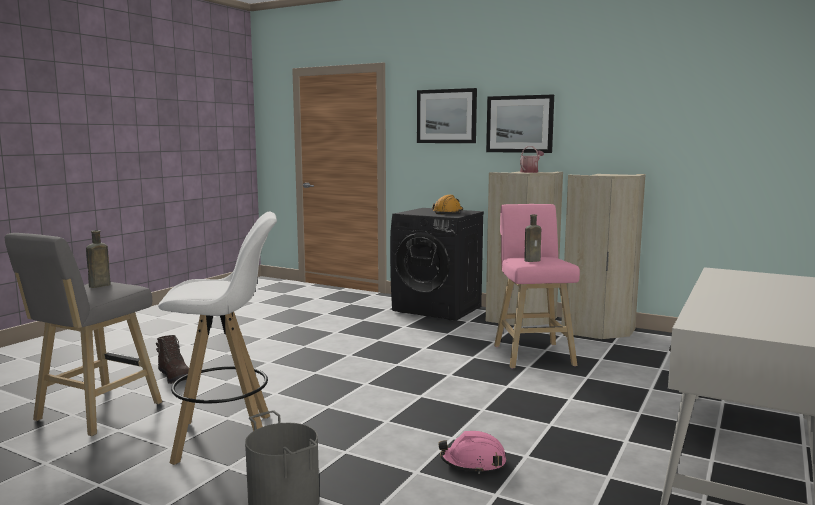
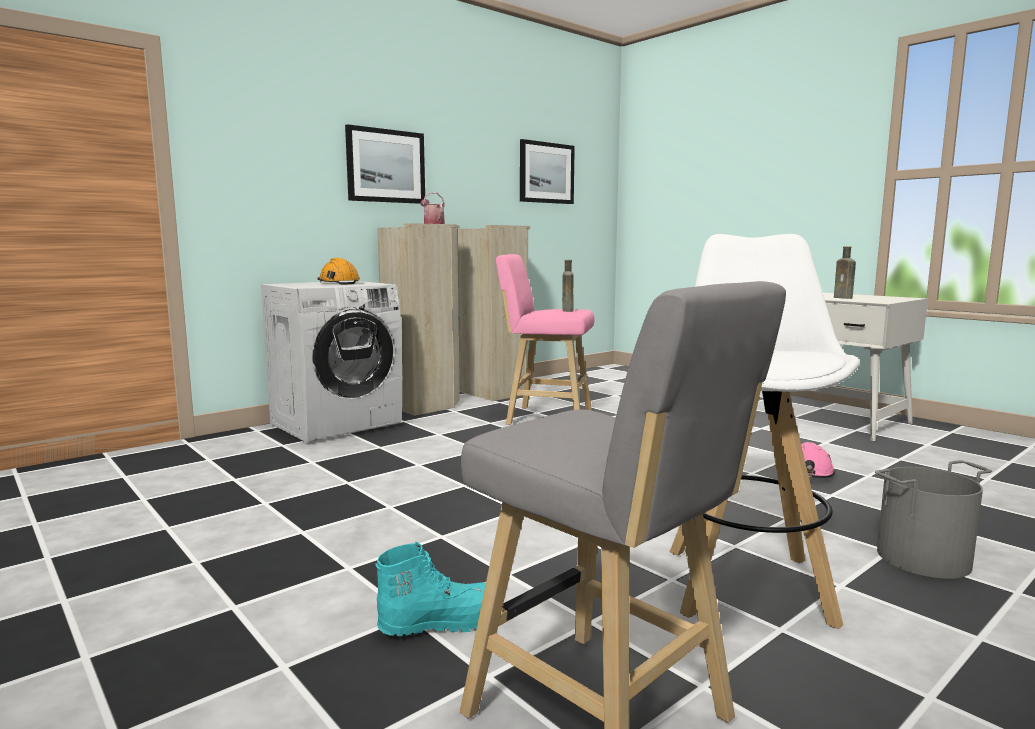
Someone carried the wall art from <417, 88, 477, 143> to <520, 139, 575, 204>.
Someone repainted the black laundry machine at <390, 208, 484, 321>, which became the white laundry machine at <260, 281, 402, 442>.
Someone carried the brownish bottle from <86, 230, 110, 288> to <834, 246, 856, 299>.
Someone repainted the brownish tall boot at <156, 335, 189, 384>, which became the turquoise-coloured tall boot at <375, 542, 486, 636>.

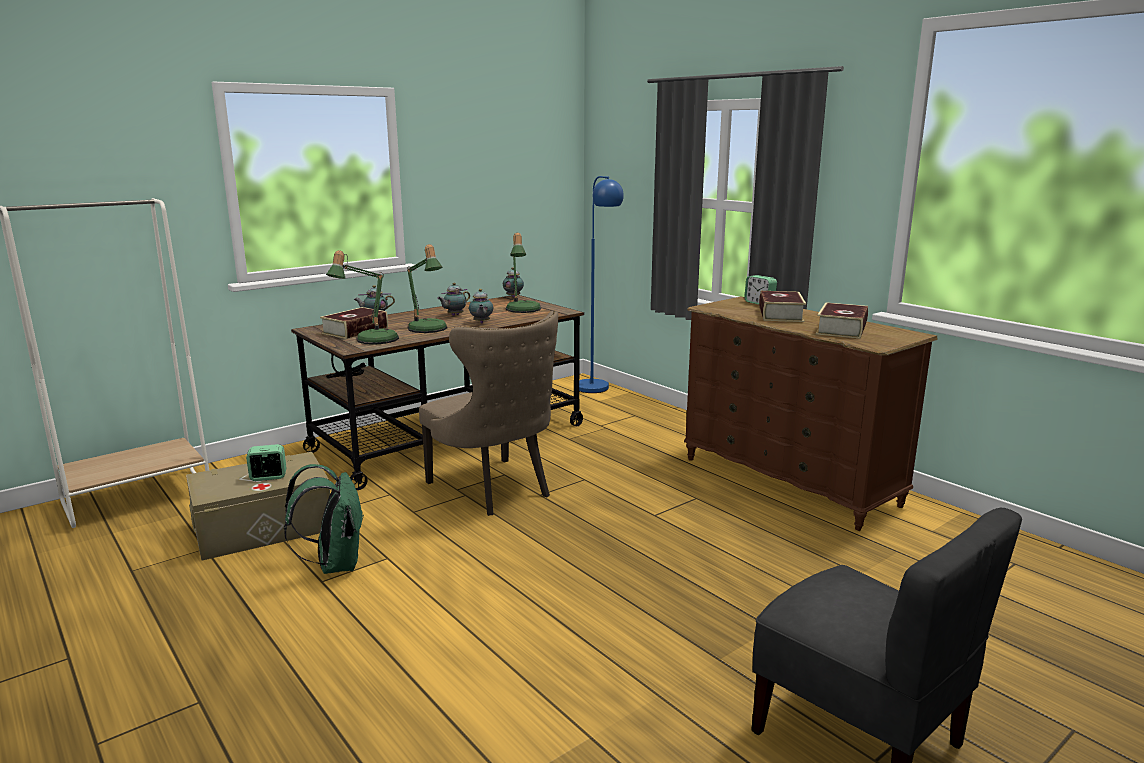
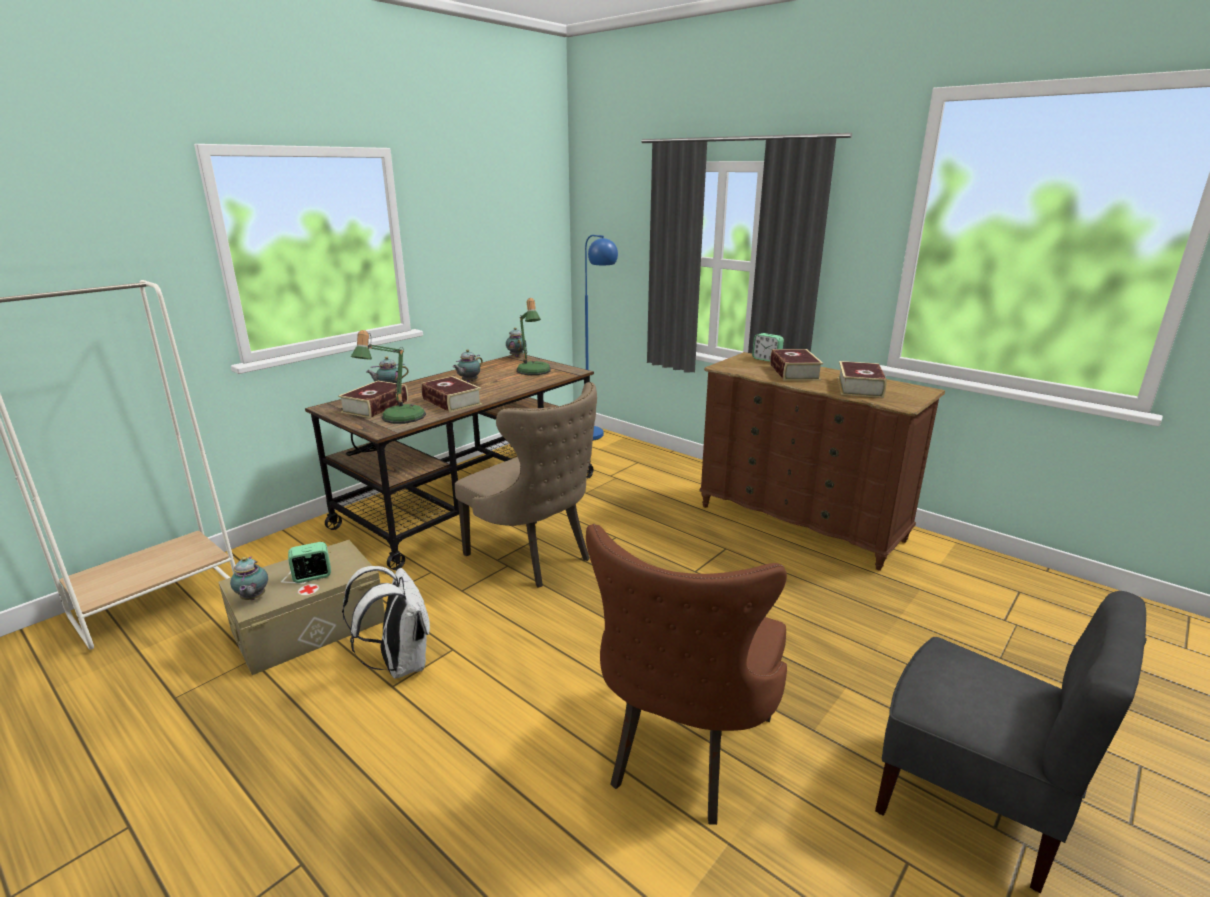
Someone swapped the lamp for a table at <407, 244, 447, 333> for the book at <421, 376, 482, 412>.
Someone carried the teapot from <469, 289, 493, 323> to <230, 557, 268, 600>.
Someone repainted the greenish backpack at <284, 464, 364, 574>, which became the white backpack at <342, 566, 430, 679>.
Someone put down the brownish plain chair at <586, 524, 787, 825>.

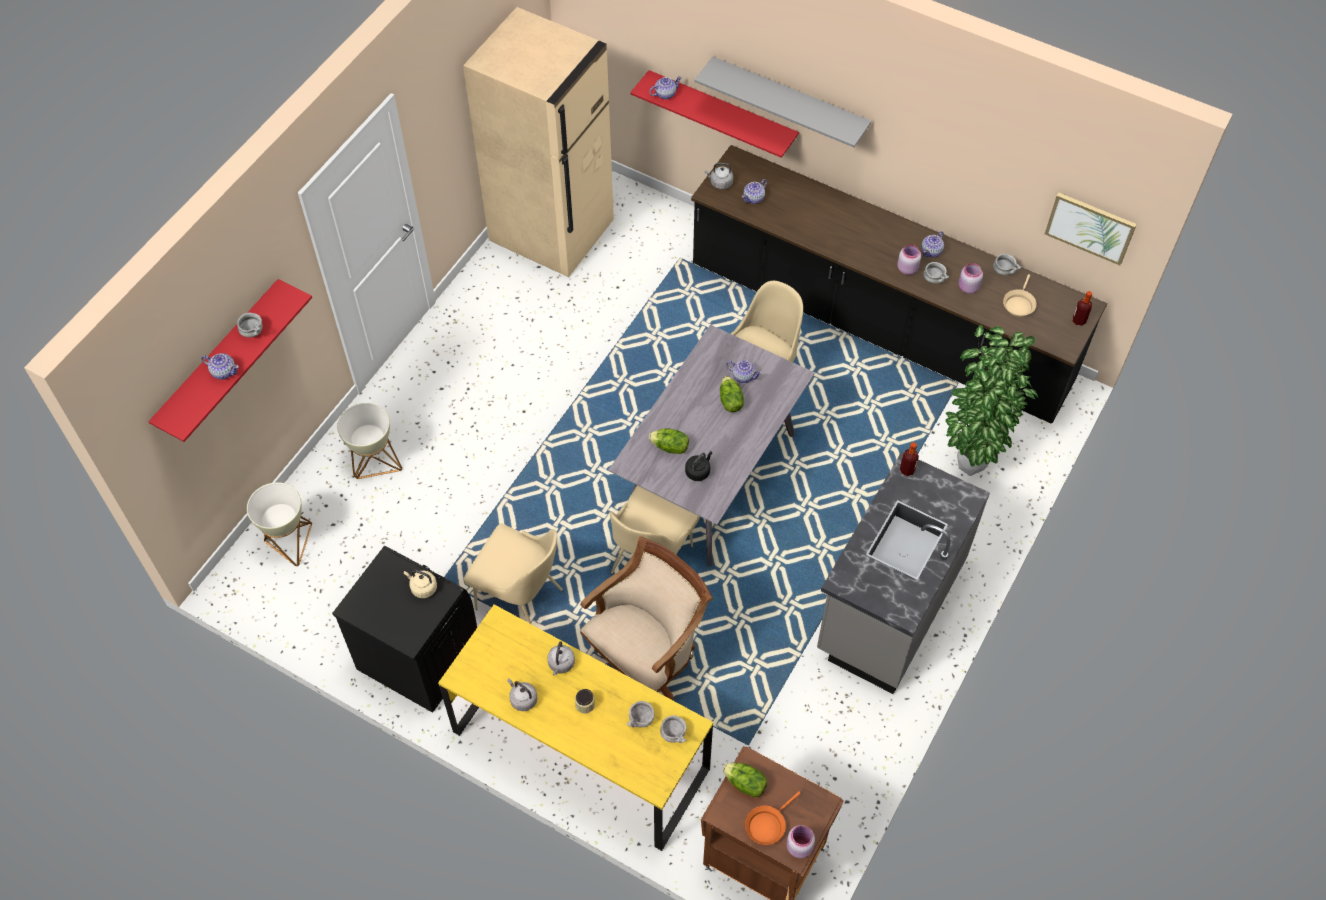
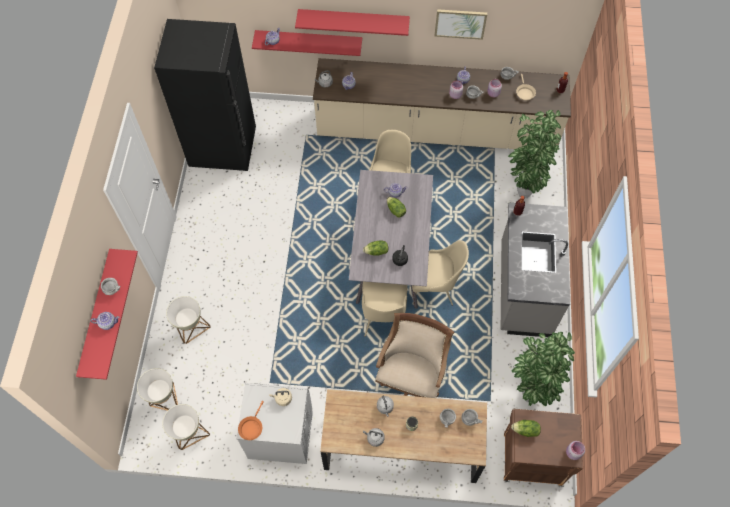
Someone repainted the sand-coloured fridge at <463, 7, 614, 277>, which became the black fridge at <154, 19, 256, 171>.
Someone repainted the grey shelf at <694, 57, 872, 147>, which became the red-coloured shelf at <295, 9, 410, 36>.
Someone repainted the black kitchen base unit at <691, 145, 1107, 424>, which became the sand-coloured kitchen base unit at <313, 58, 571, 149>.
Someone carried the wall art from <1045, 193, 1137, 265> to <434, 9, 487, 40>.
Someone carried the sand-coloured plain chair from <464, 523, 563, 624> to <412, 240, 469, 306>.
Someone repainted the black laundry machine at <332, 546, 477, 713>, which became the white laundry machine at <236, 383, 313, 464>.
Someone repainted the yellow desk unit at <438, 604, 713, 851>, which became the brownish desk unit at <320, 389, 487, 483>.
Someone carried the orange-coloured pan from <745, 791, 801, 845> to <238, 401, 264, 440>.
Someone put down the plant in a pot at <511, 332, 575, 406>.
Someone put down the flower pot at <162, 404, 210, 450>.

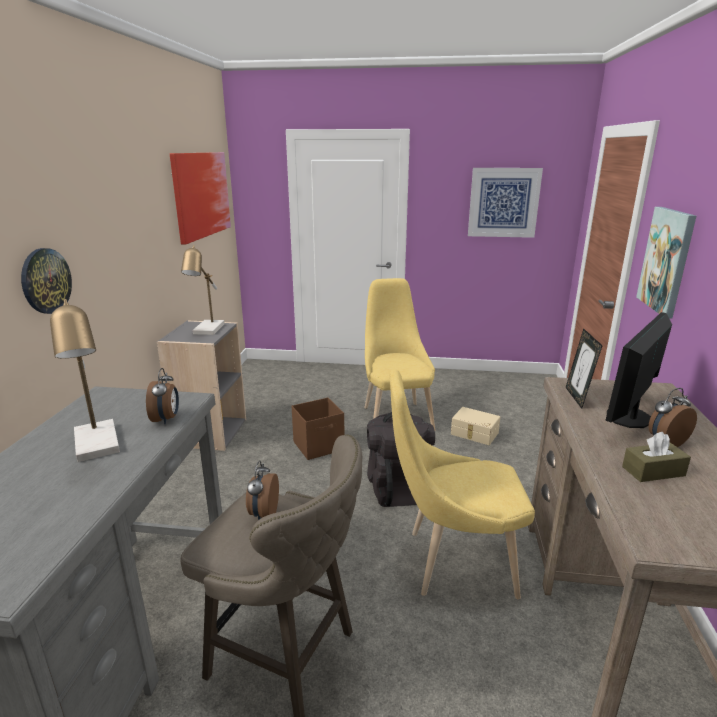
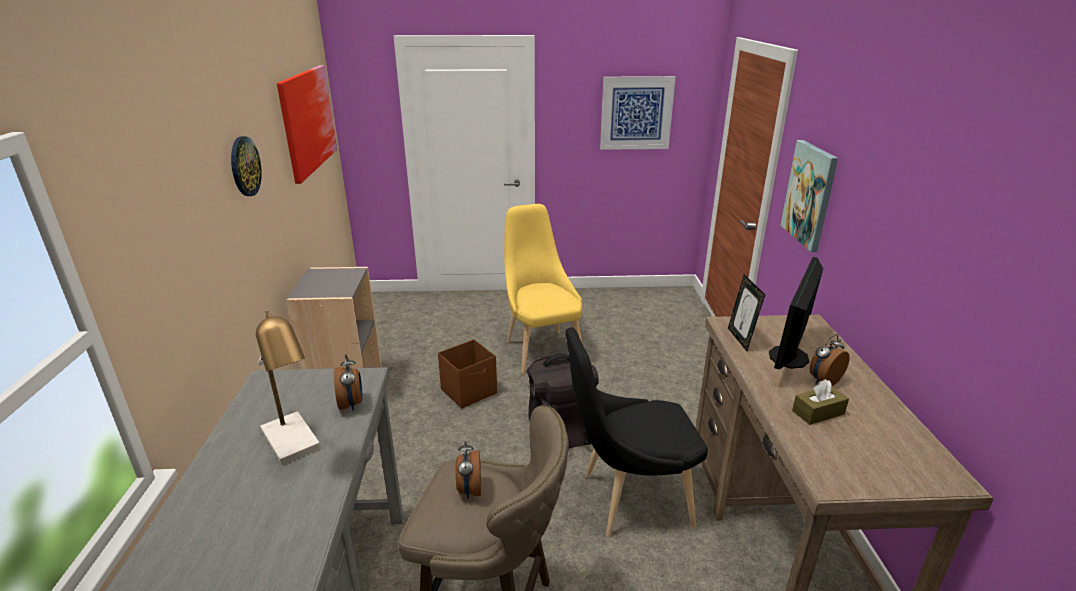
Someone took away the lamp for a table at <181, 245, 225, 335>.
Someone carried the hanging clock from <21, 248, 72, 314> to <231, 136, 262, 196>.
Someone repainted the yellow plain chair at <389, 369, 535, 599>, which became the black plain chair at <566, 327, 708, 537>.
Someone took away the sand-coloured storage bin at <451, 407, 500, 445>.

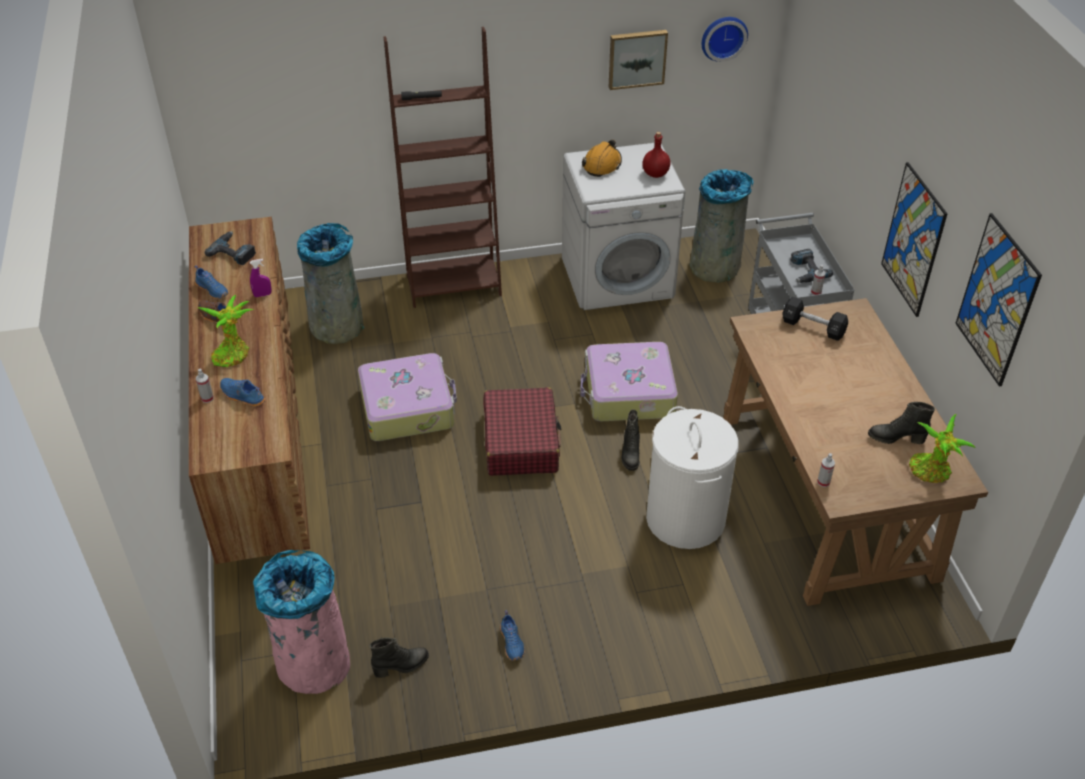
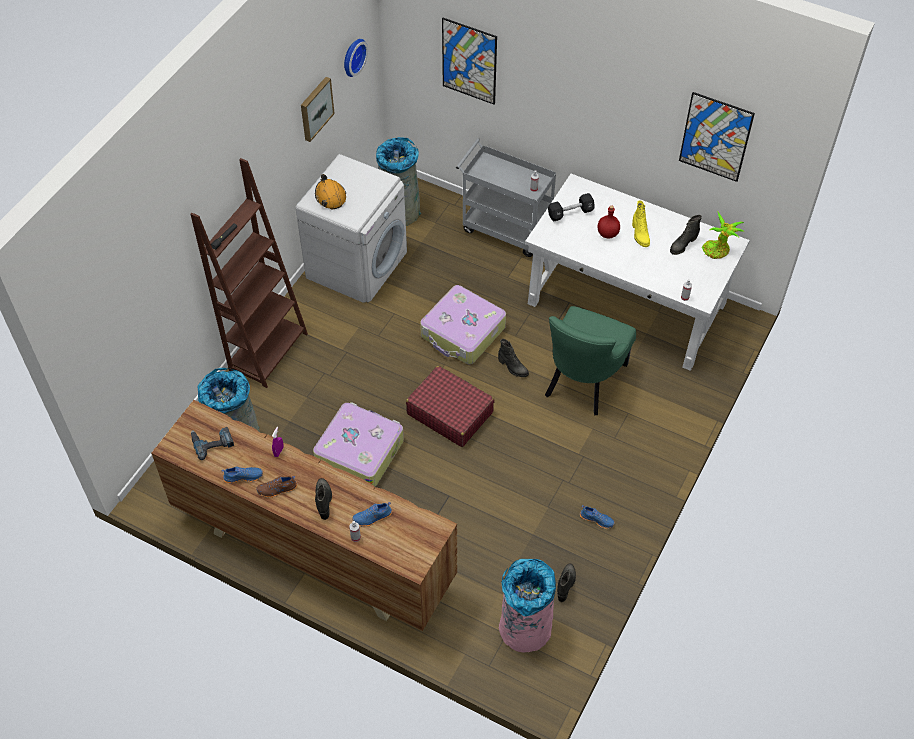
Someone carried the red-coloured bottle from <642, 132, 670, 178> to <598, 205, 620, 238>.
Someone carried the wall art from <881, 162, 947, 317> to <442, 18, 497, 105>.
Someone took away the power drill at <790, 249, 833, 283>.
Someone swapped the plant in a pot at <197, 295, 254, 367> for the black tall boot at <315, 478, 332, 520>.
Someone repainted the brownish desk unit at <723, 298, 988, 606>, which became the white desk unit at <525, 174, 750, 371>.
Someone swapped the white washing basket at <646, 406, 738, 549> for the greenish plain chair at <545, 306, 636, 415>.
Someone put down the yellow tall boot at <632, 200, 650, 247>.

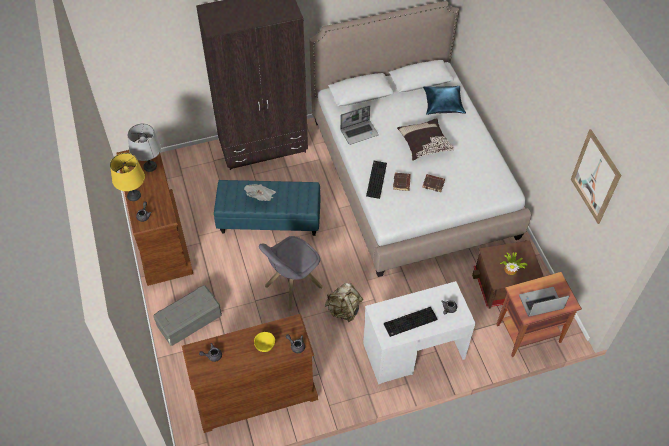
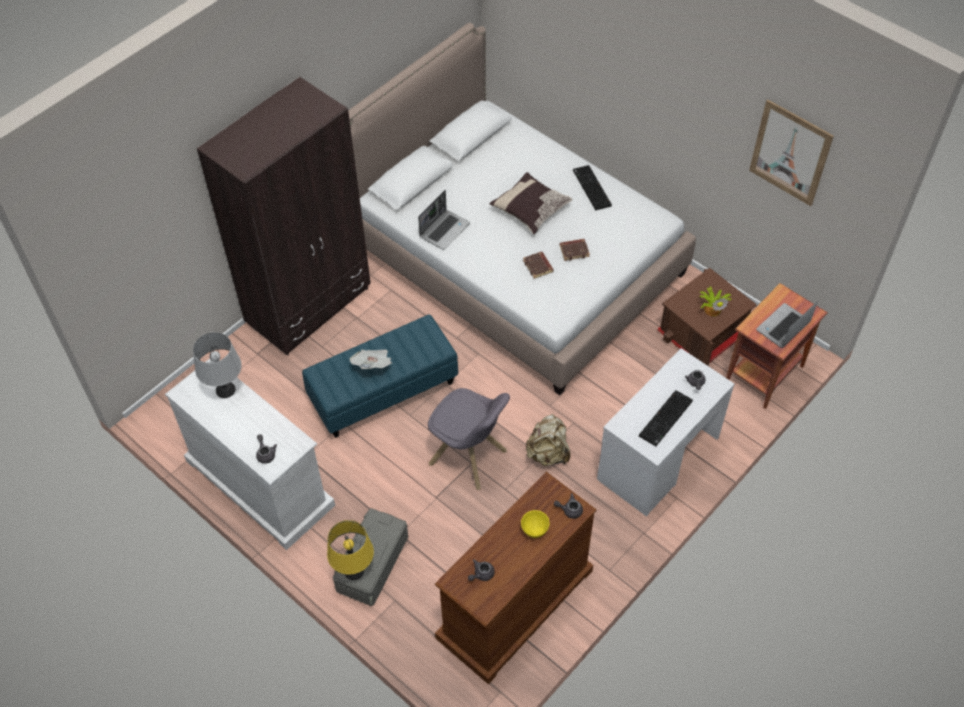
Someone took away the blue cushion at <423, 86, 466, 115>.
Someone repainted the brownish dresser at <116, 150, 193, 286>, which became the white dresser at <165, 359, 335, 550>.
Someone carried the yellow lamp for a table from <110, 153, 145, 201> to <327, 520, 374, 580>.
Someone carried the keyboard from <366, 161, 387, 199> to <573, 165, 612, 210>.
Someone rotated the grey plain chair at <259, 236, 322, 311> by 75 degrees counterclockwise.

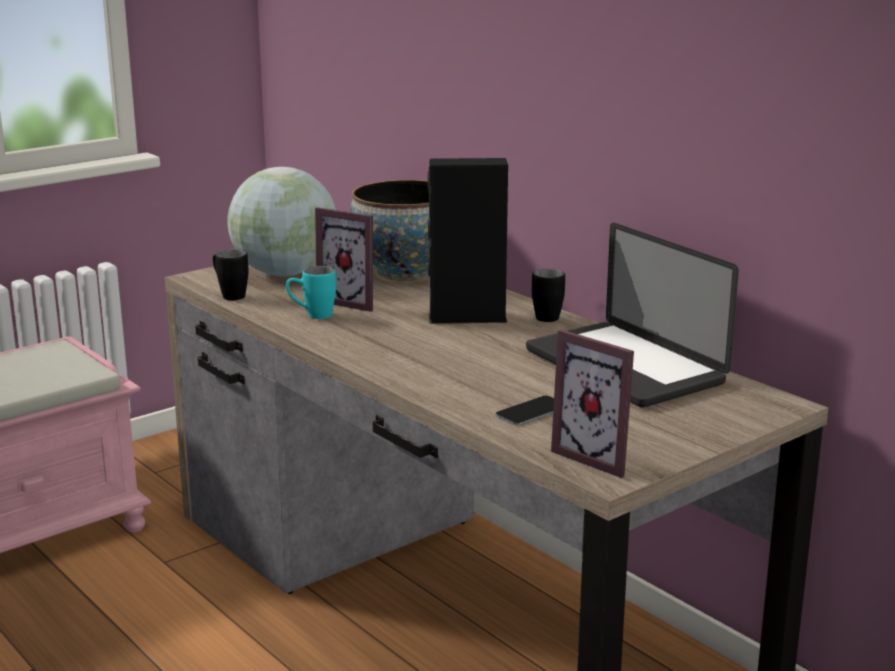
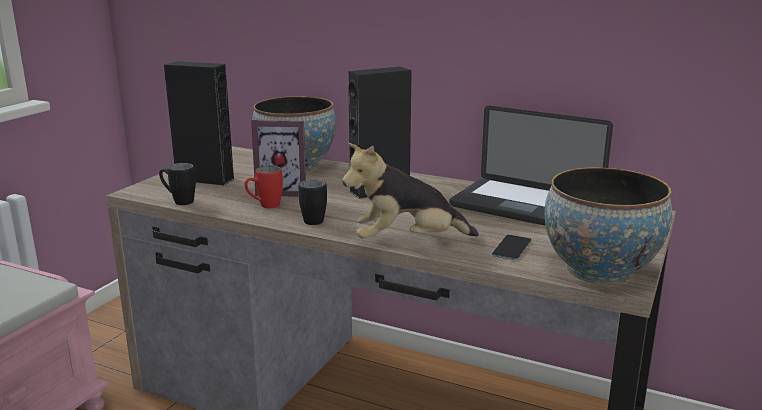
Someone swapped the desk globe at <227, 167, 336, 276> for the black speaker at <164, 61, 235, 185>.
Someone repainted the turquoise-coloured tea mug at <286, 266, 336, 319>, which became the red-coloured tea mug at <245, 166, 283, 208>.
Someone carried the black tea mug from <532, 268, 565, 322> to <298, 179, 327, 225>.
Someone swapped the photo frame at <551, 329, 634, 478> for the serving bowl at <545, 167, 672, 285>.
Someone put down the soft toy at <342, 143, 479, 238>.

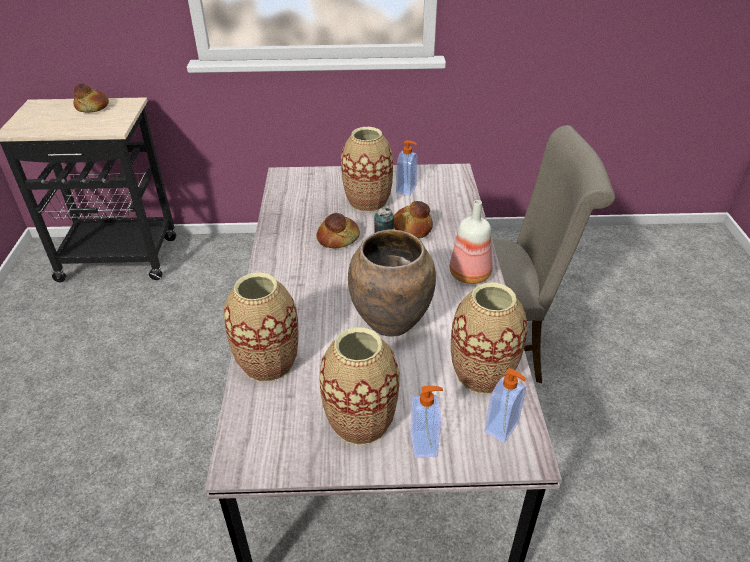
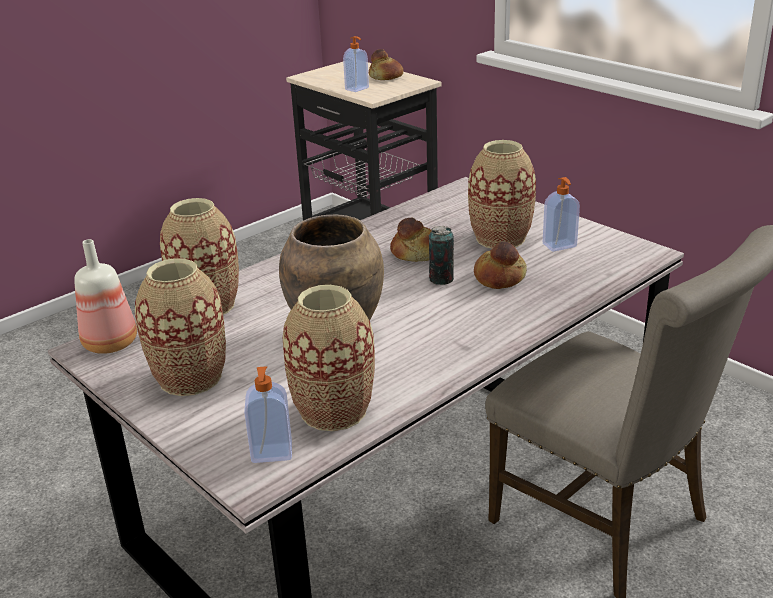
Someone carried the bottle from <450, 200, 493, 284> to <74, 239, 137, 354>.
Someone carried the soap dispenser from <410, 386, 443, 458> to <343, 36, 369, 92>.

